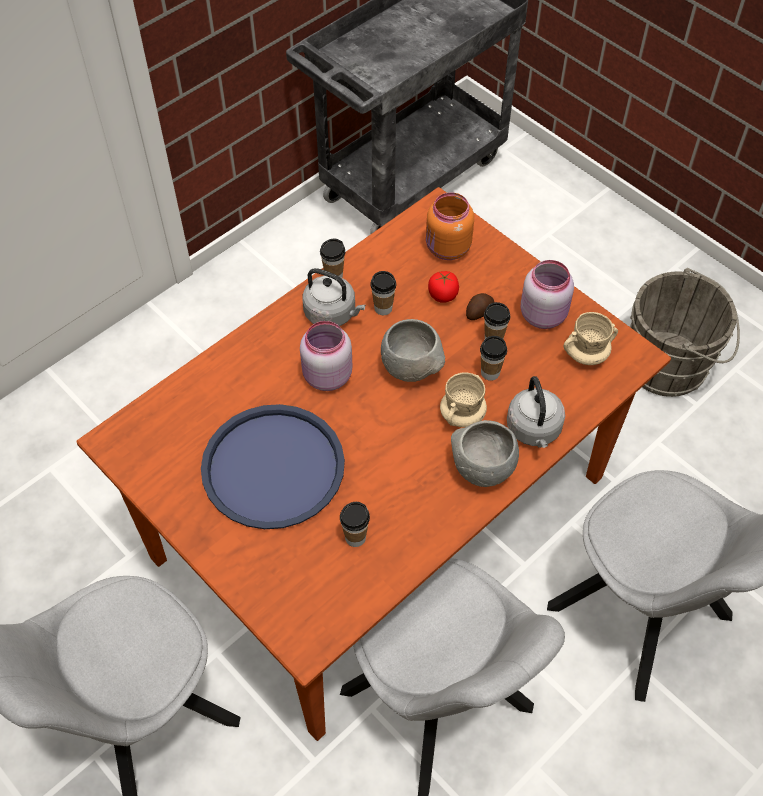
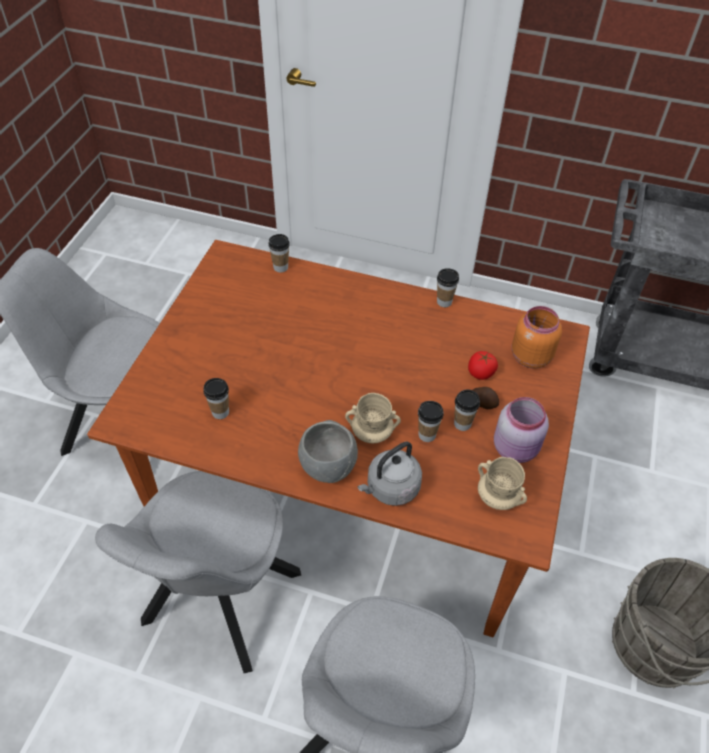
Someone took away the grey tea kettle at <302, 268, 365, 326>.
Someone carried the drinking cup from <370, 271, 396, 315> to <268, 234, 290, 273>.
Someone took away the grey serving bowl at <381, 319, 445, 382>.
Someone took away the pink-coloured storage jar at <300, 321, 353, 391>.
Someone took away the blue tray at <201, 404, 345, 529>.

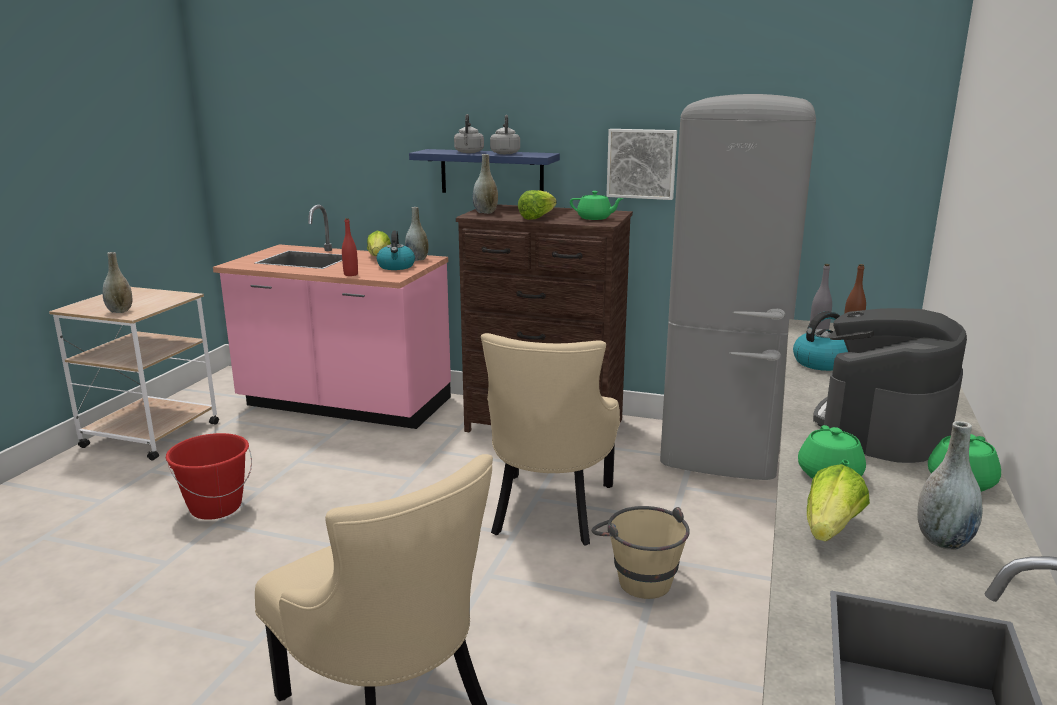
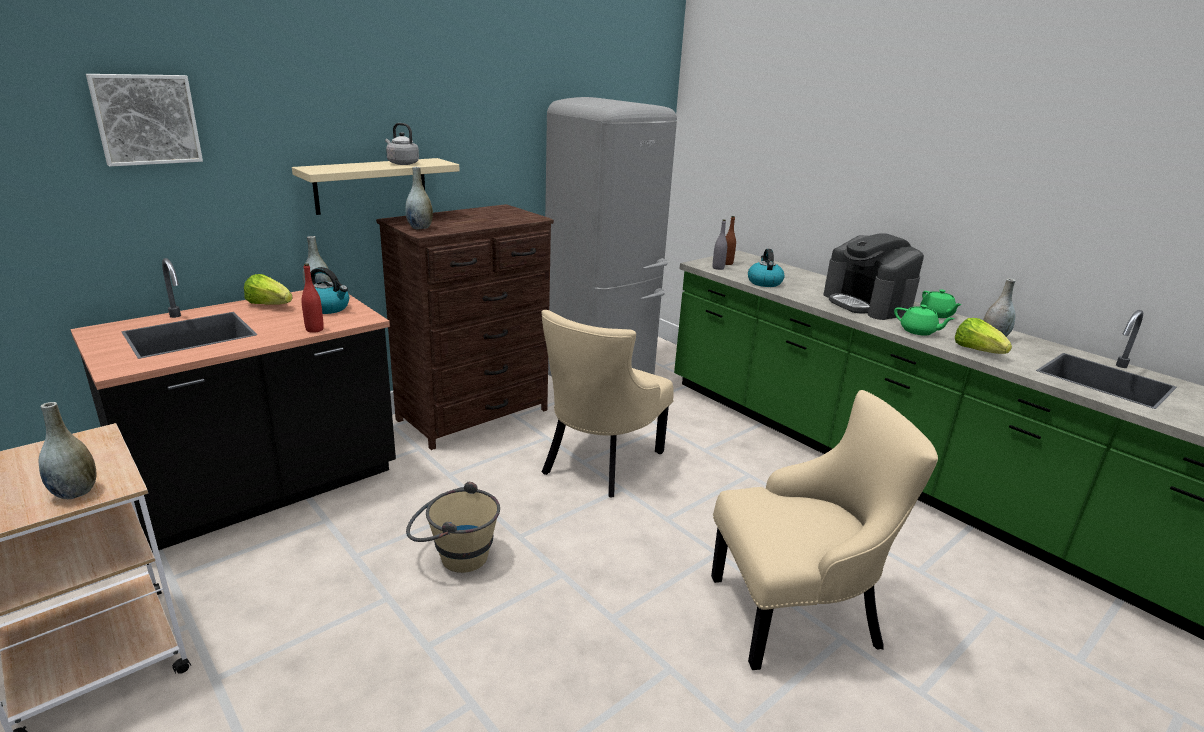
Someone took away the grey tea kettle at <454, 114, 484, 153>.
Someone carried the wall art from <606, 129, 677, 200> to <86, 74, 203, 167>.
Someone repainted the blue shelf at <409, 149, 560, 193>, which became the sand-coloured shelf at <292, 158, 460, 215>.
Someone took away the head of lettuce at <518, 190, 556, 220>.
Someone took away the greenish teapot at <570, 191, 624, 220>.
Someone repainted the pink-coloured kitchen base unit at <213, 205, 451, 429>, which became the black kitchen base unit at <70, 258, 396, 553>.
Someone rotated the sand-coloured plain chair at <481, 333, 620, 545> by 75 degrees clockwise.
Someone took away the red-coloured bucket at <166, 433, 252, 520>.
Someone carried the sand-coloured bucket from <592, 506, 690, 599> to <406, 482, 500, 573>.

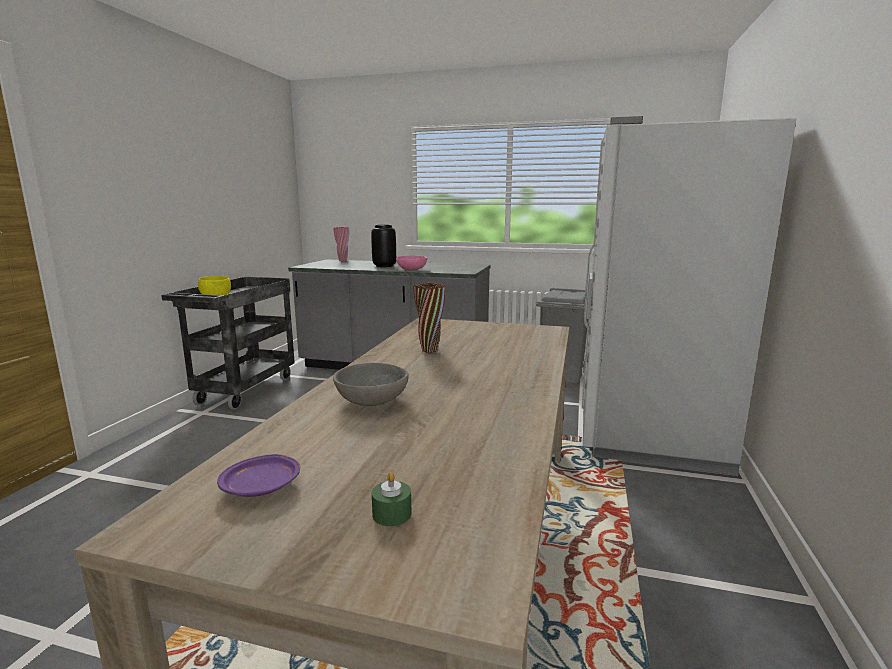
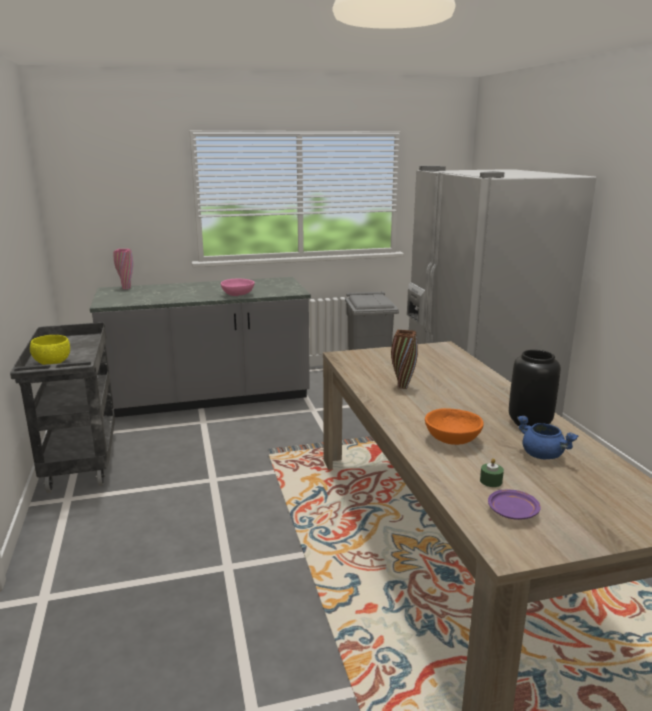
Someone carried the black flower vase from <371, 225, 396, 267> to <509, 350, 560, 427>.
Someone repainted the grey serving bowl at <333, 363, 409, 406>, which became the orange-coloured serving bowl at <425, 408, 484, 445>.
Someone carried the greenish wax candle from <372, 472, 411, 526> to <480, 458, 504, 487>.
Someone put down the blue cooking pot at <517, 416, 578, 459>.

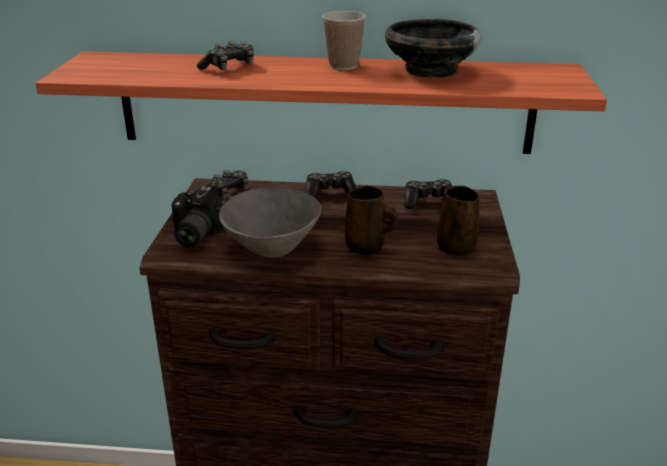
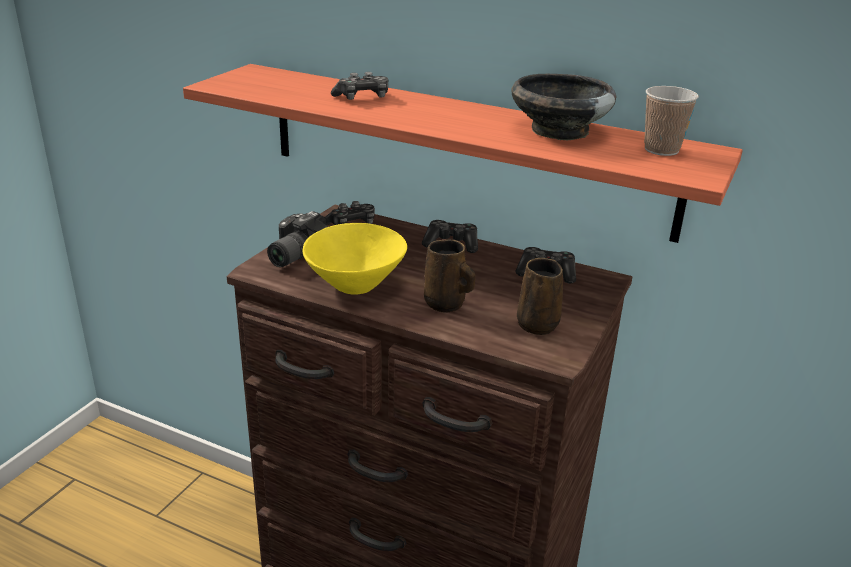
Someone carried the drinking cup from <322, 11, 366, 70> to <644, 86, 699, 156>.
Someone repainted the grey serving bowl at <219, 187, 321, 258>, which became the yellow serving bowl at <303, 223, 407, 295>.

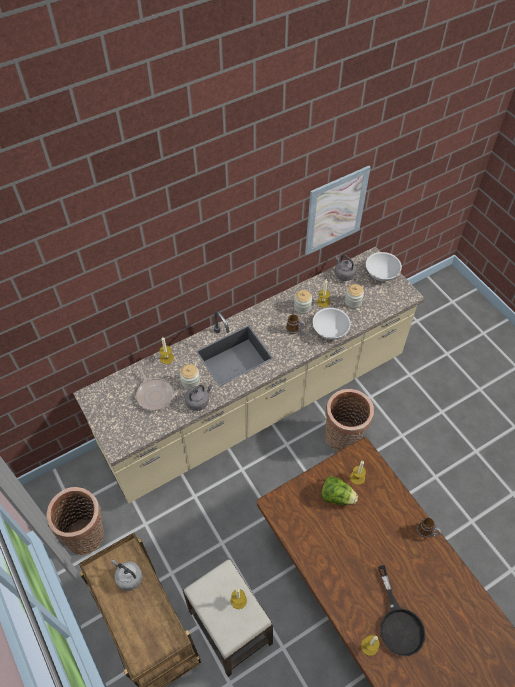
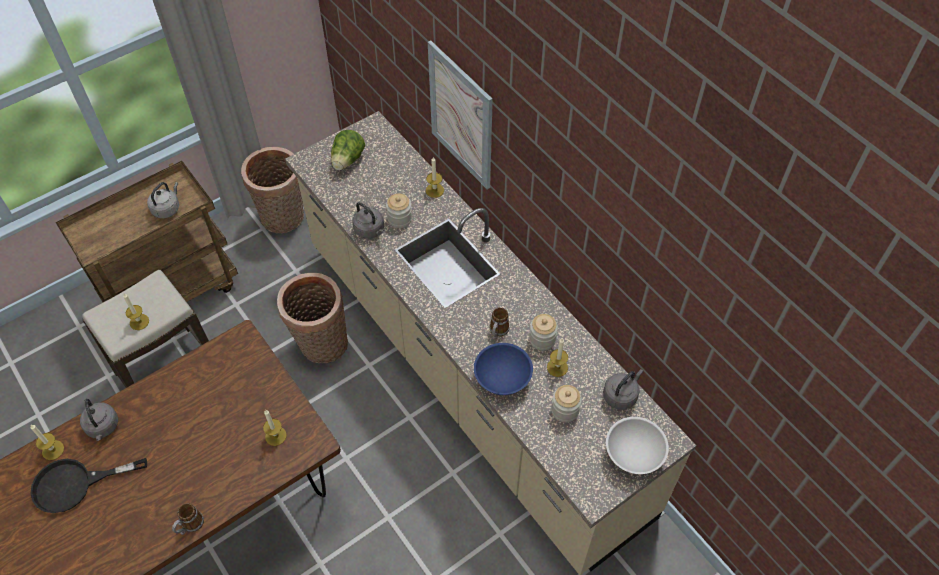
Someone carried the wall art from <305, 166, 371, 255> to <428, 41, 493, 189>.
Someone repainted the white serving bowl at <313, 308, 351, 340>, which became the blue serving bowl at <474, 343, 533, 395>.
Someone took away the pan at <136, 366, 173, 411>.
Someone carried the storage basket from <325, 389, 374, 451> to <277, 273, 348, 363>.
Someone carried the head of lettuce from <321, 476, 358, 505> to <331, 130, 365, 170>.
Someone put down the grey tea kettle at <80, 399, 118, 441>.

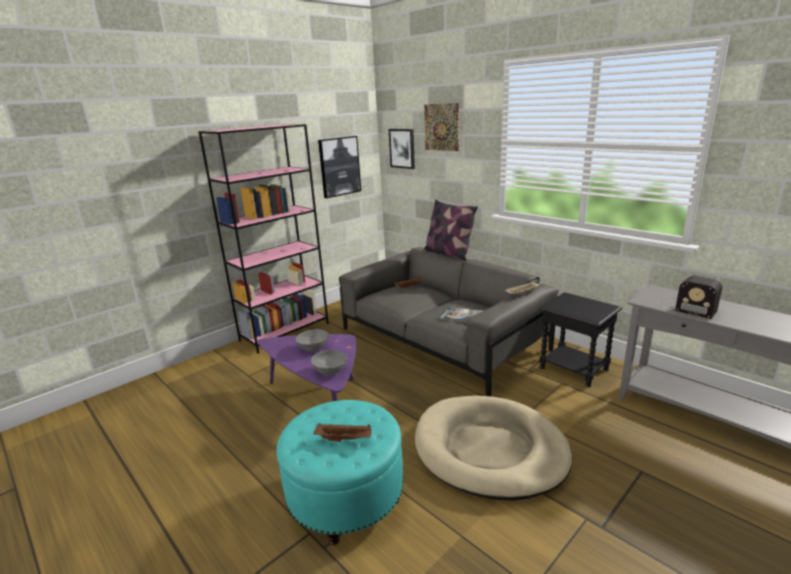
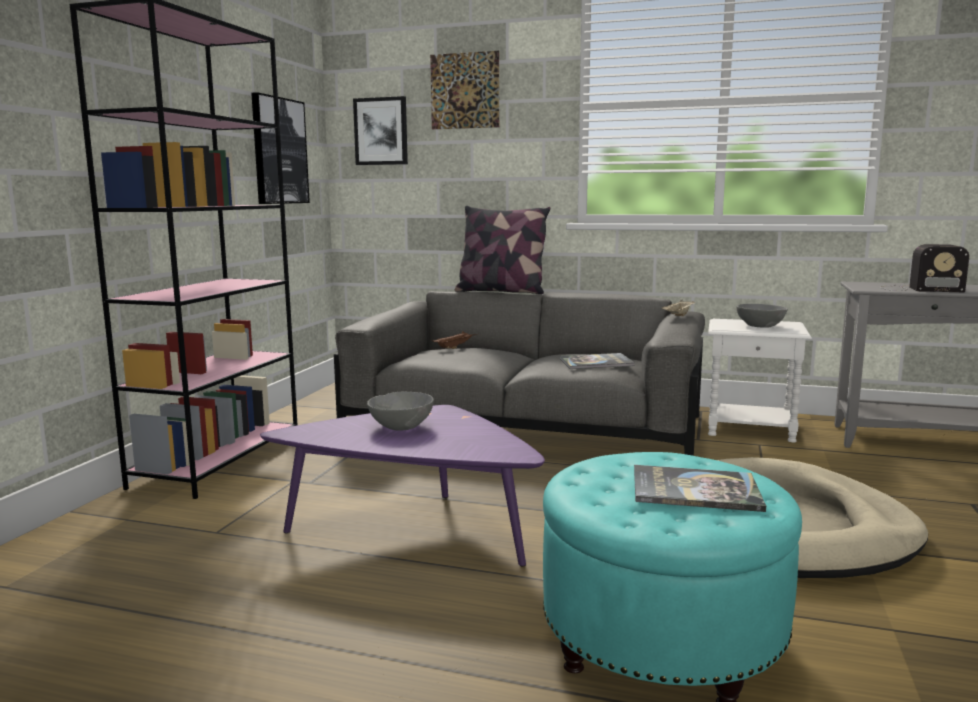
Someone repainted the black end table at <539, 292, 623, 387>, which became the white end table at <708, 319, 812, 442>.
Someone carried the grey serving bowl from <311, 350, 347, 375> to <737, 304, 788, 328>.
Someone swapped the brownish tray at <313, 424, 371, 442> for the book at <634, 465, 766, 512>.

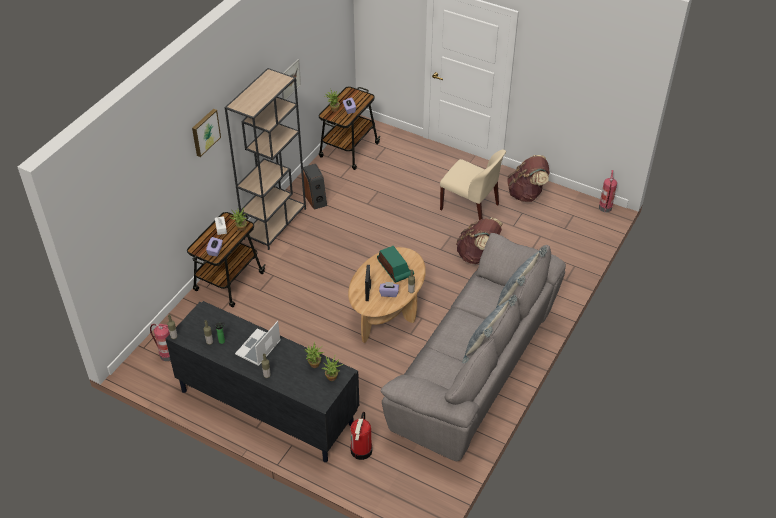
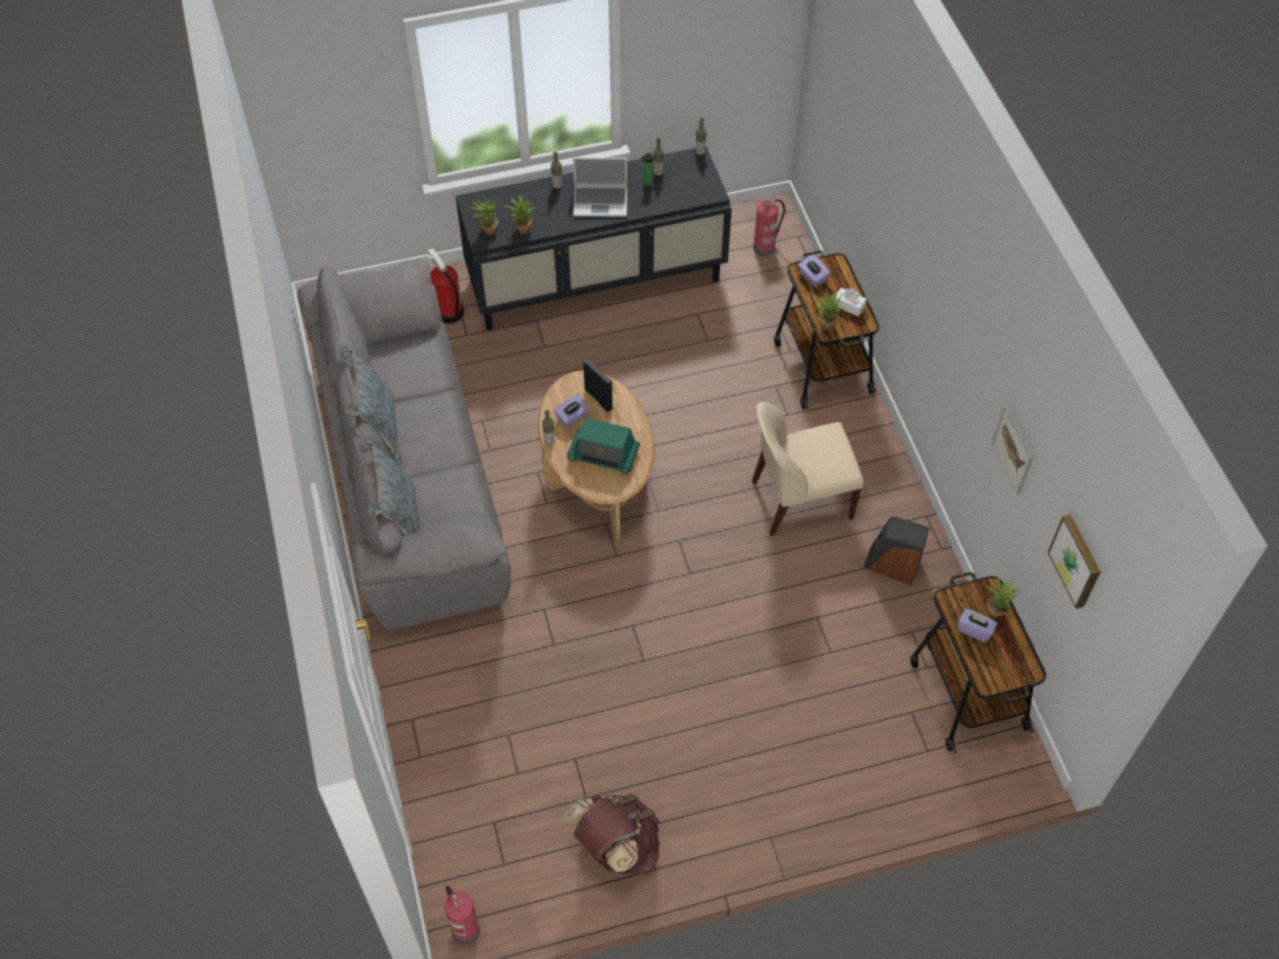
Someone took away the bookshelf at <225, 68, 306, 250>.
Someone carried the wall art from <192, 109, 221, 157> to <1047, 514, 1101, 609>.
Someone carried the sand-coloured plain chair from <440, 149, 506, 220> to <752, 402, 864, 536>.
Someone took away the brownish backpack at <456, 217, 503, 264>.
Someone rotated the portable computer at <235, 321, 280, 366> by 105 degrees clockwise.

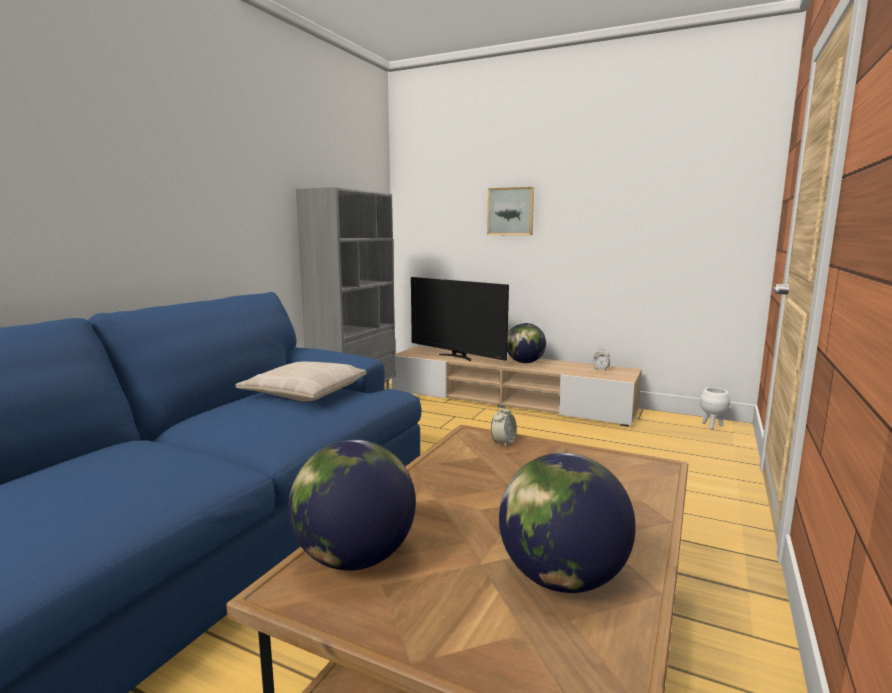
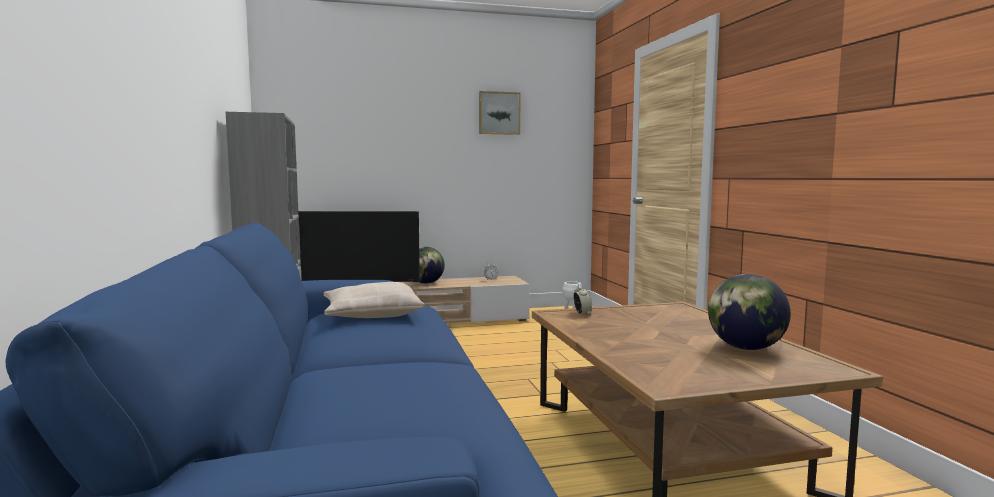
Someone carried the wall art from <487, 187, 534, 235> to <479, 91, 520, 135>.
Someone took away the desk globe at <288, 440, 416, 571>.

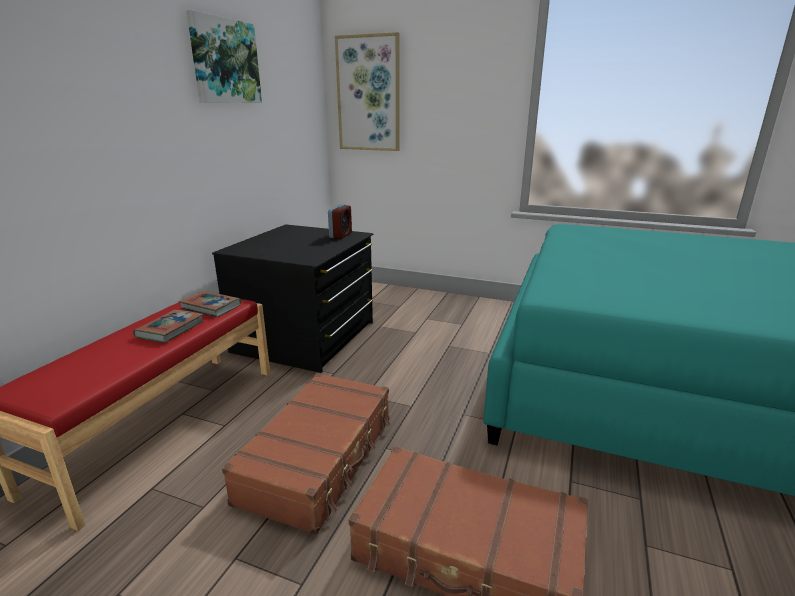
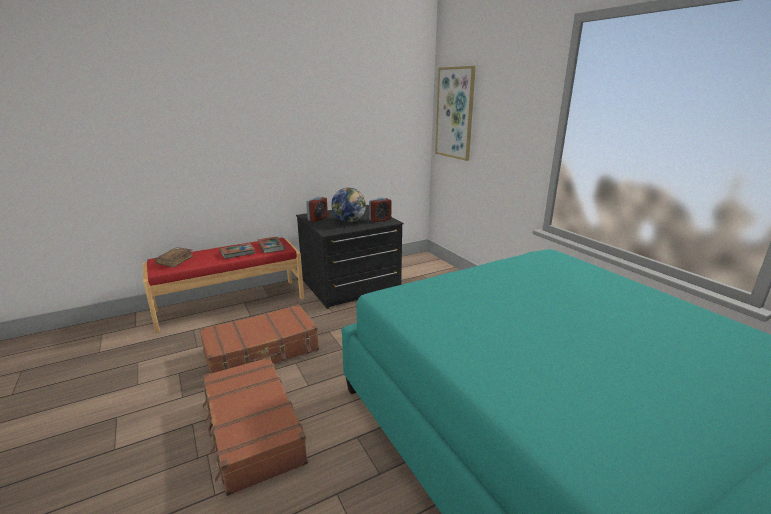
Someone took away the wall art at <186, 10, 262, 103>.
Someone put down the desk globe at <331, 188, 366, 222>.
Someone put down the bedside clock at <306, 197, 328, 222>.
Someone put down the brownish book at <155, 247, 193, 268>.

